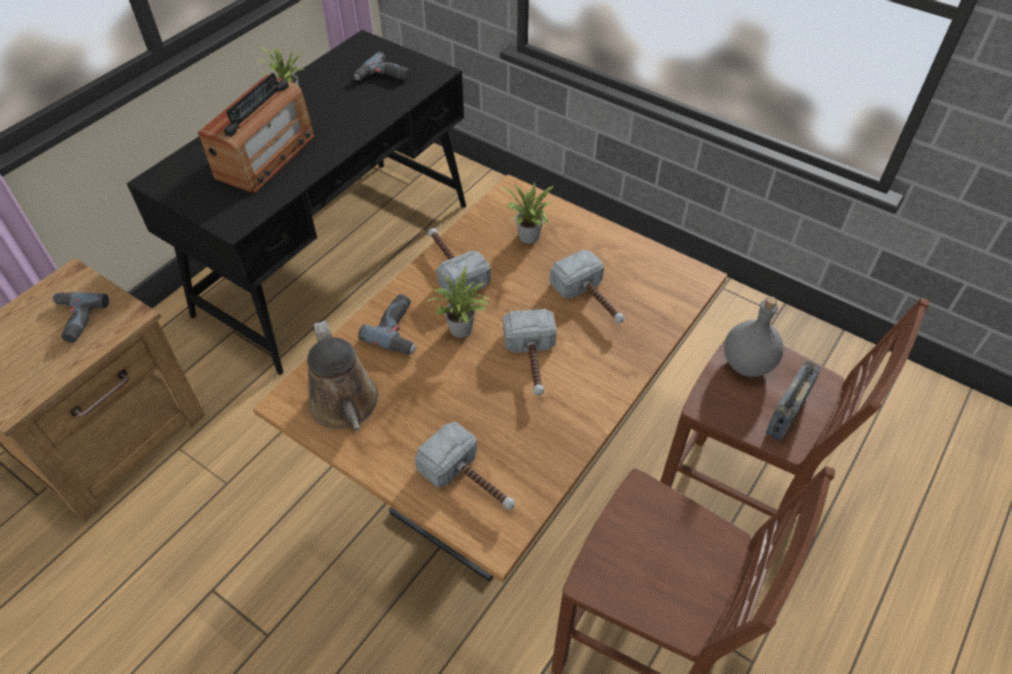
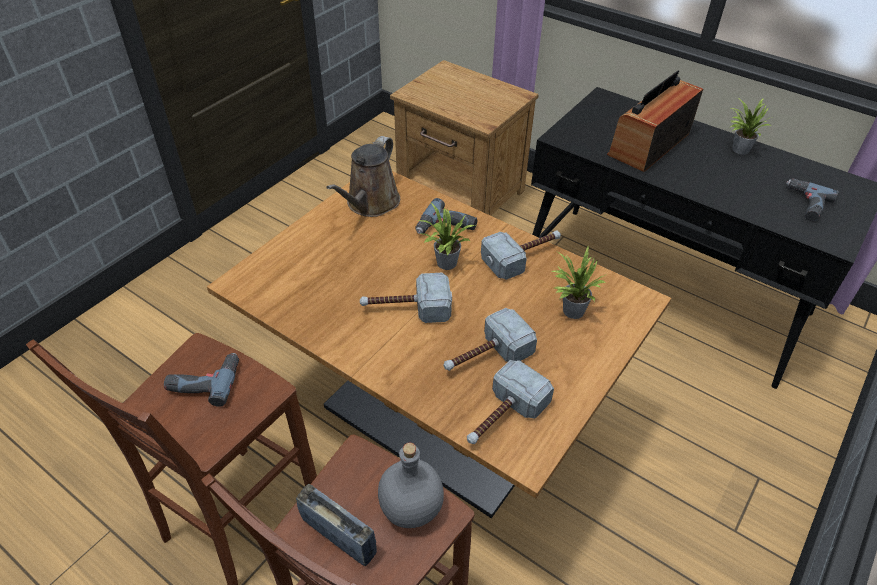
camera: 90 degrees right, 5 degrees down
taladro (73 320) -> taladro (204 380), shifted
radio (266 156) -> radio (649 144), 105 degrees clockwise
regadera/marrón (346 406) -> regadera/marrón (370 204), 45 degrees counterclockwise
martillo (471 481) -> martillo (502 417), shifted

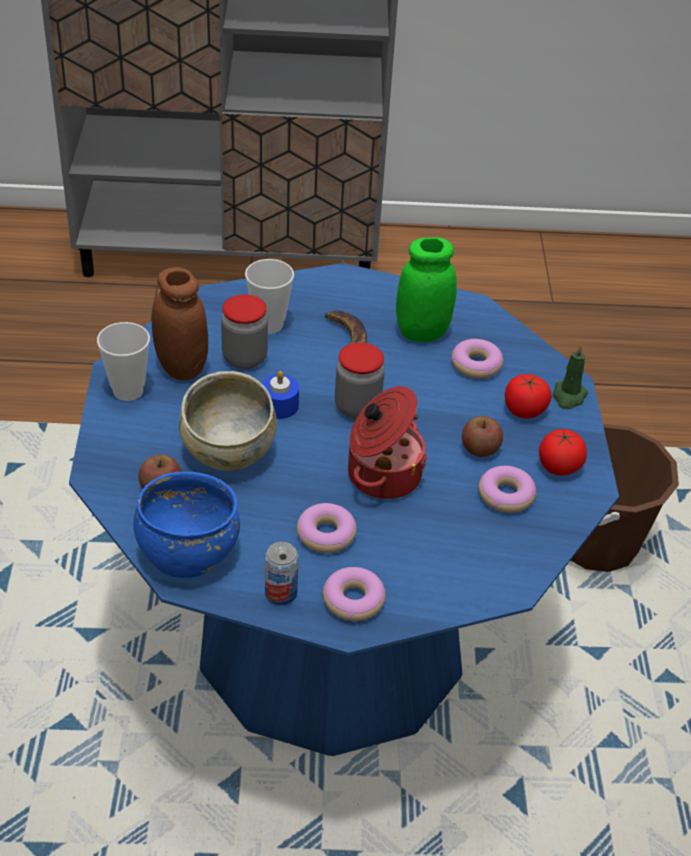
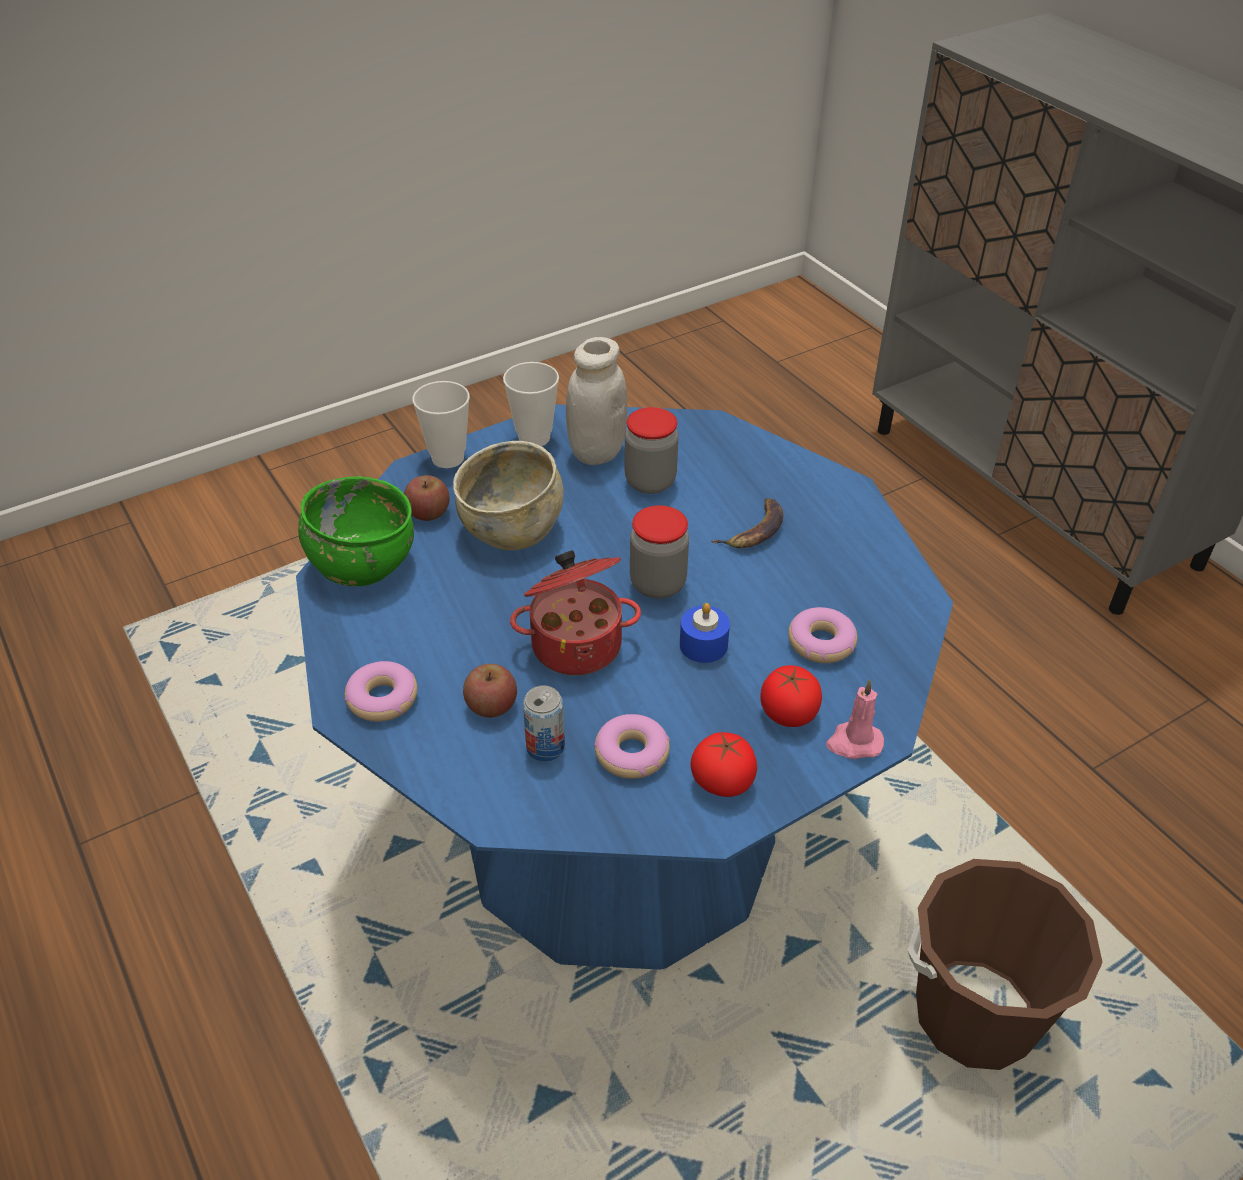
camera: 60 degrees right, 0 degrees up
cuenco/azul (188 552) -> cuenco/verde (362 565)
tarro/marrón (182 367) -> tarro/blanco (596 452)
taza (269 324) -> taza (448 458), shifted
vela/azul (279 405) -> vela/azul (703 645), shifted
lata (281 593) -> lata (545 747), shifted
rosquilla (326 534) -> none
tarro/verde (422 332) -> none
manzana (480 449) -> manzana (491 706), shifted
vela/verde (568 396) -> vela/rosa (854 743)

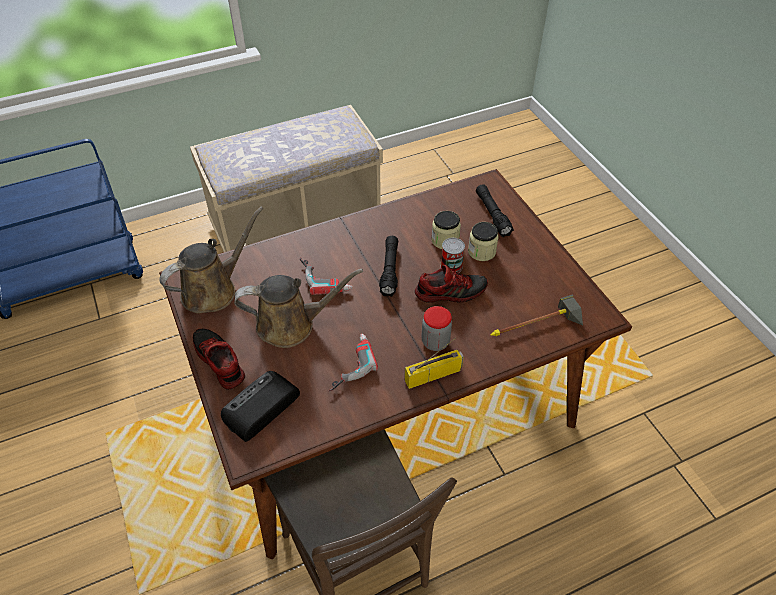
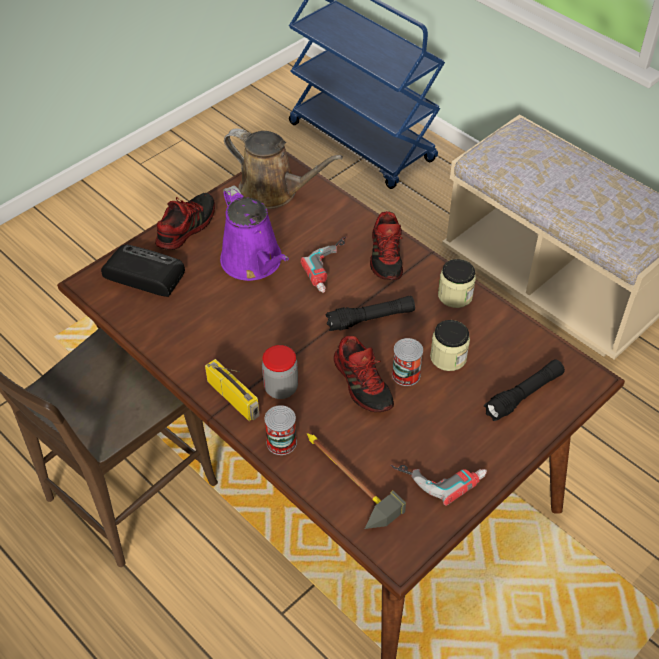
camera: 70 degrees right, 0 degrees up
regadera/marrón (291 324) -> regadera/morado (254 263)
taladro (348 364) -> taladro (439 473), shifted
tarro (481 251) -> tarro (455 295), shifted
none -> lata (281 442)
none -> zapato (387 256)

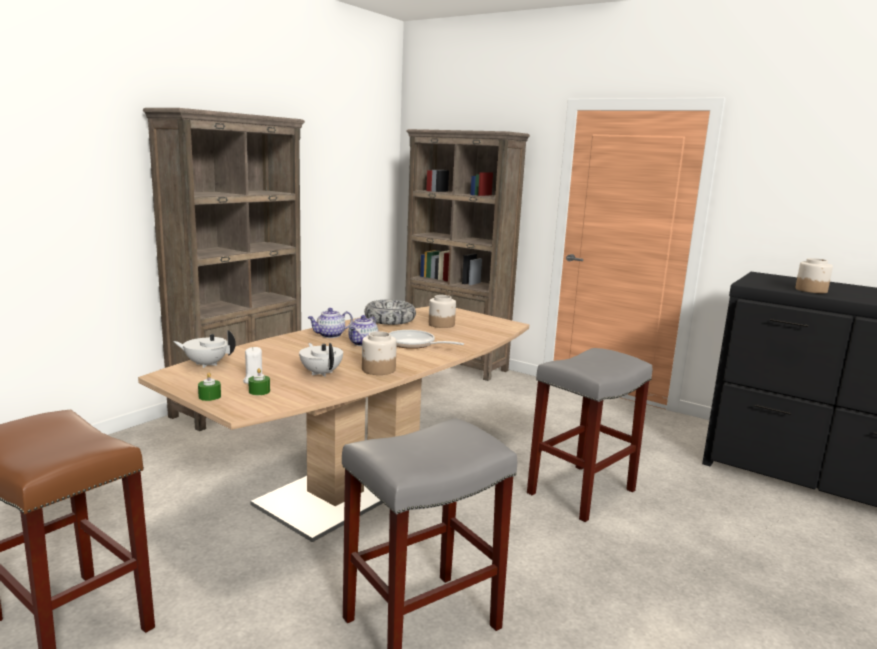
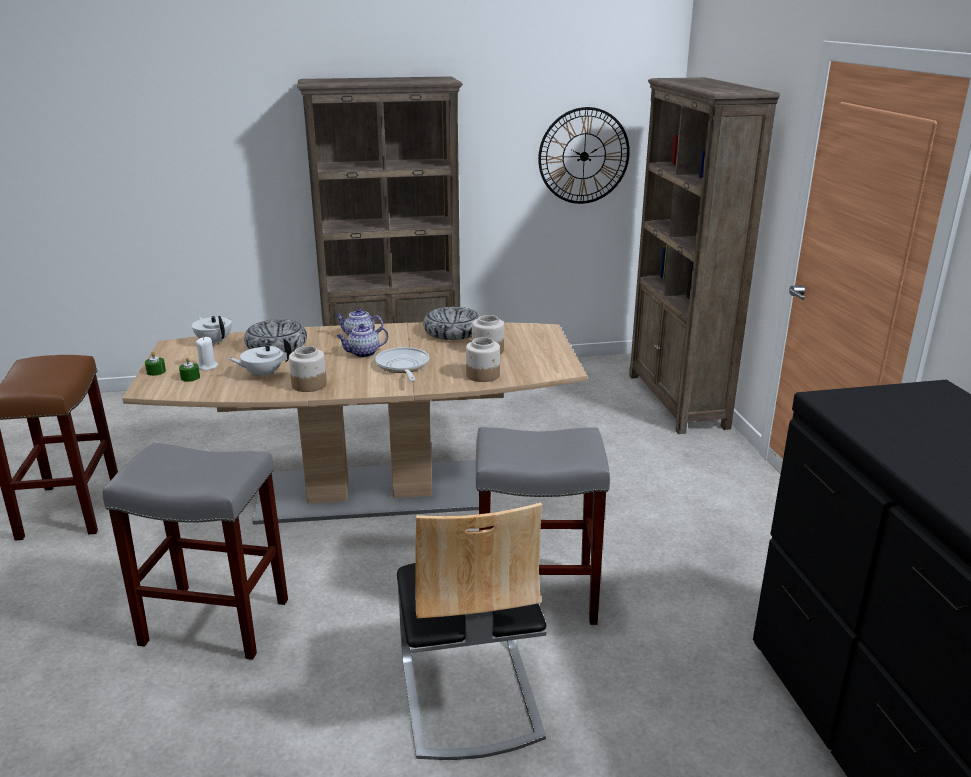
camera: 45 degrees right, 10 degrees up
tetera/blanco (321 373) -> tetera/blanco (263 374), 120 degrees counterclockwise
tarro (811 290) -> tarro (483 375), shifted
none -> cuenco (277 346)
none -> silla (468 695)
none -> reloj de pared (584 156)

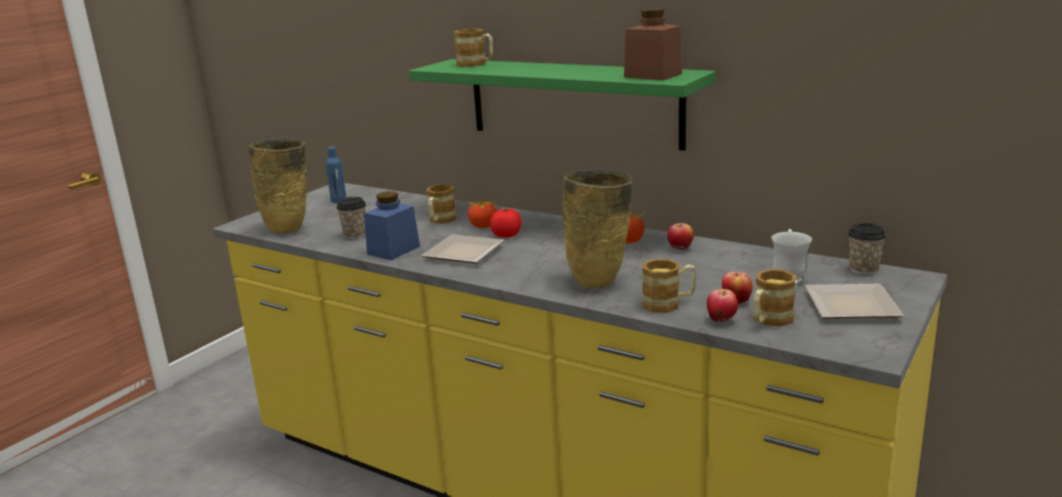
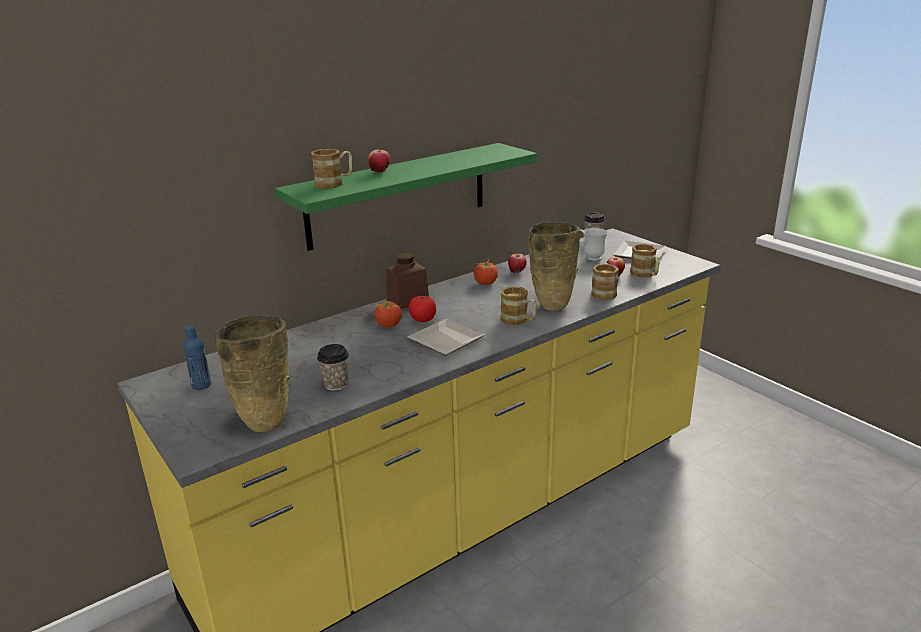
camera: 70 degrees left, 5 degrees up
tarro/azul (393 250) -> none
taza grande (440 220) -> taza grande (519 320), shifted
tarro/marrón (652 75) -> tarro/marrón (407 300), shifted
manzana (722 321) -> manzana (380 172), shifted

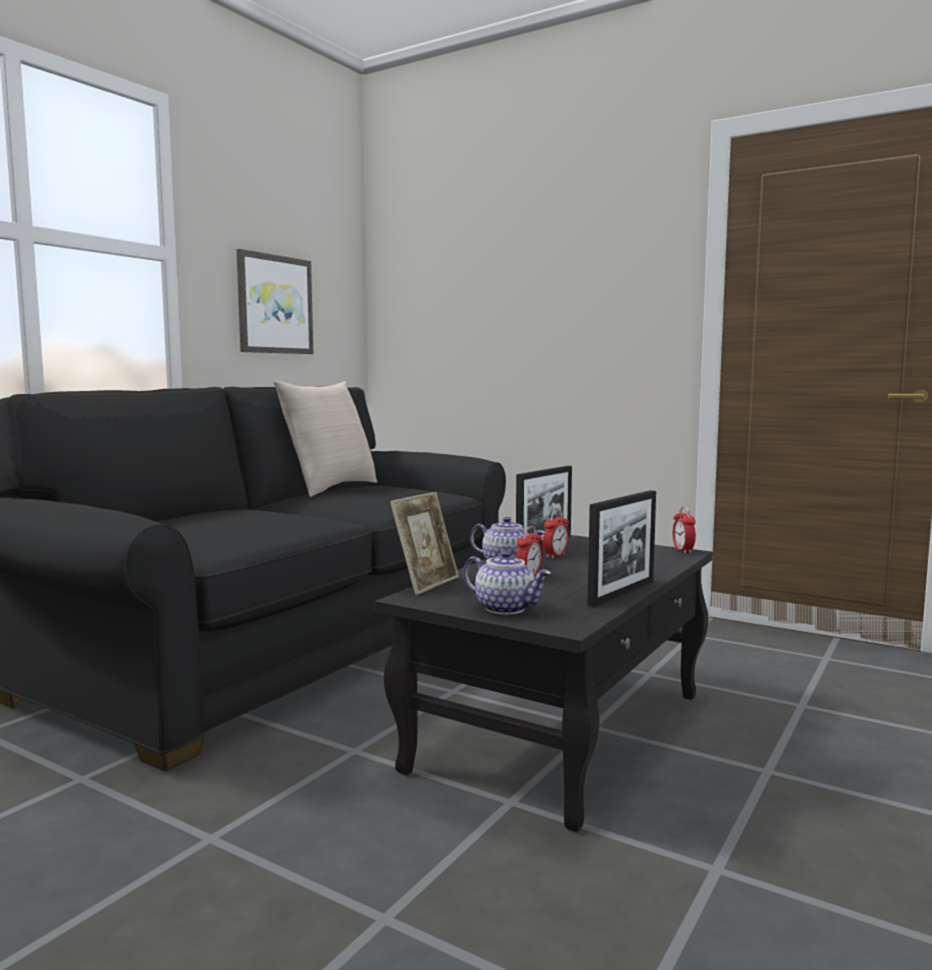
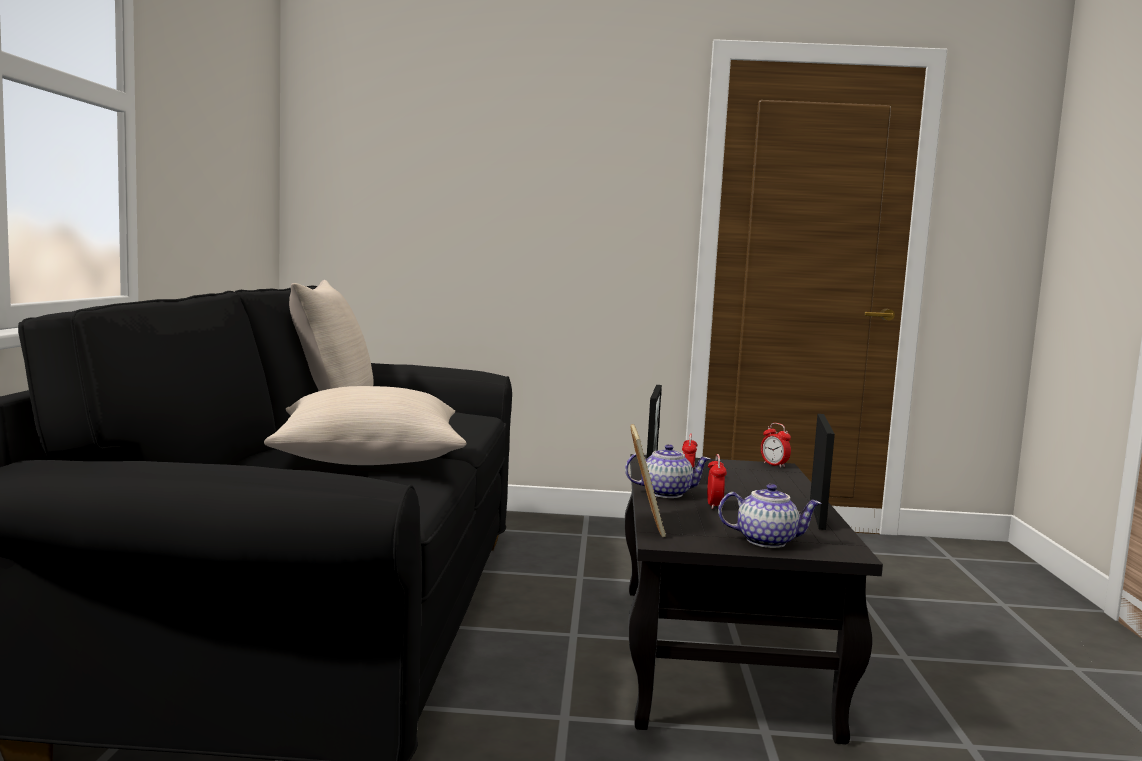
camera: 30 degrees left, 0 degrees up
cuadro (274 304) -> none
none -> cojín/beis (369 458)

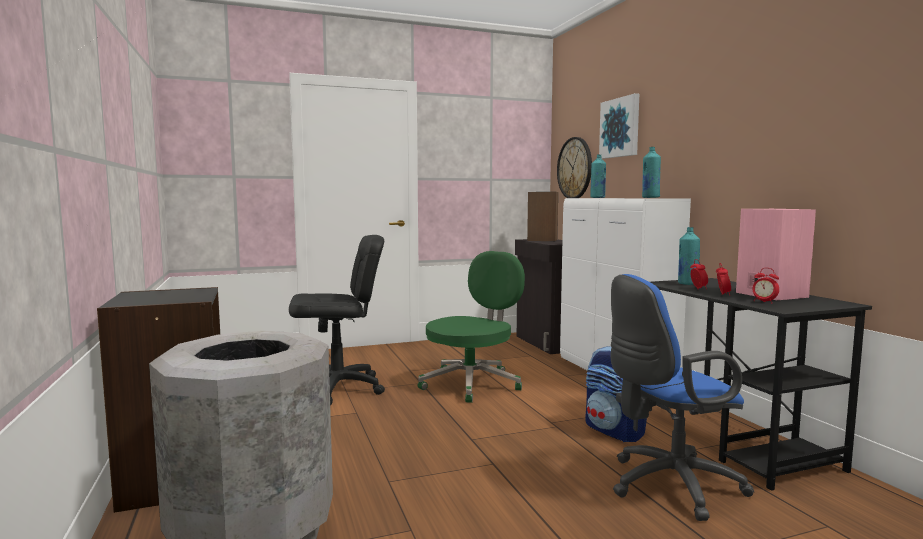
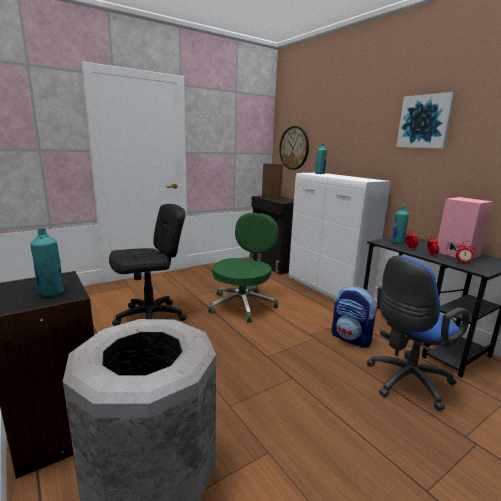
camera: 15 degrees left, 10 degrees up
cuadro (620 127) -> cuadro (425 121), shifted
botella/turquesa (650 198) -> botella/turquesa (51 292), shifted

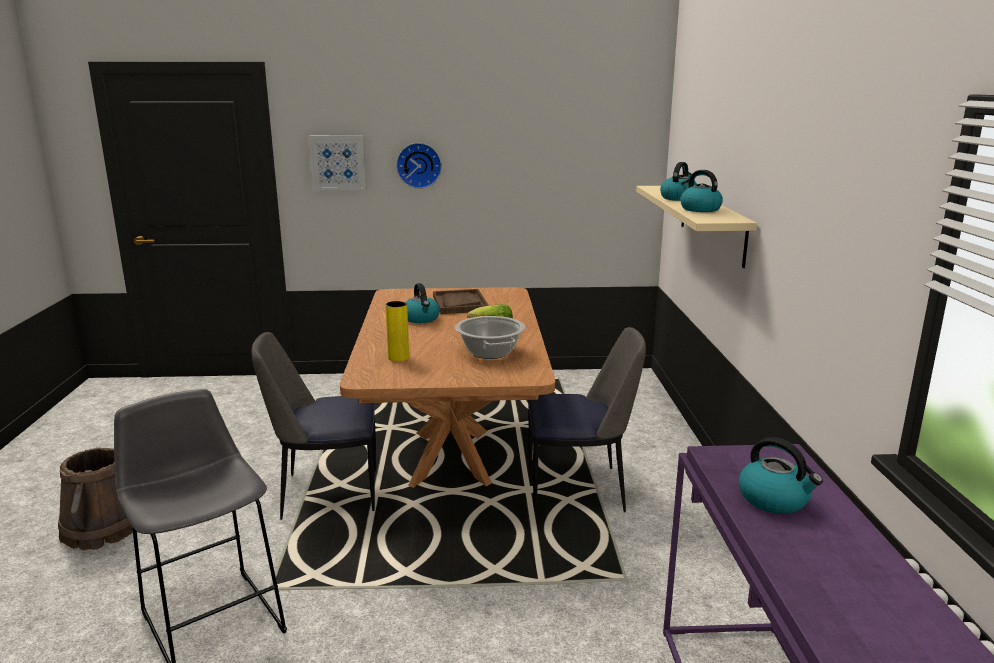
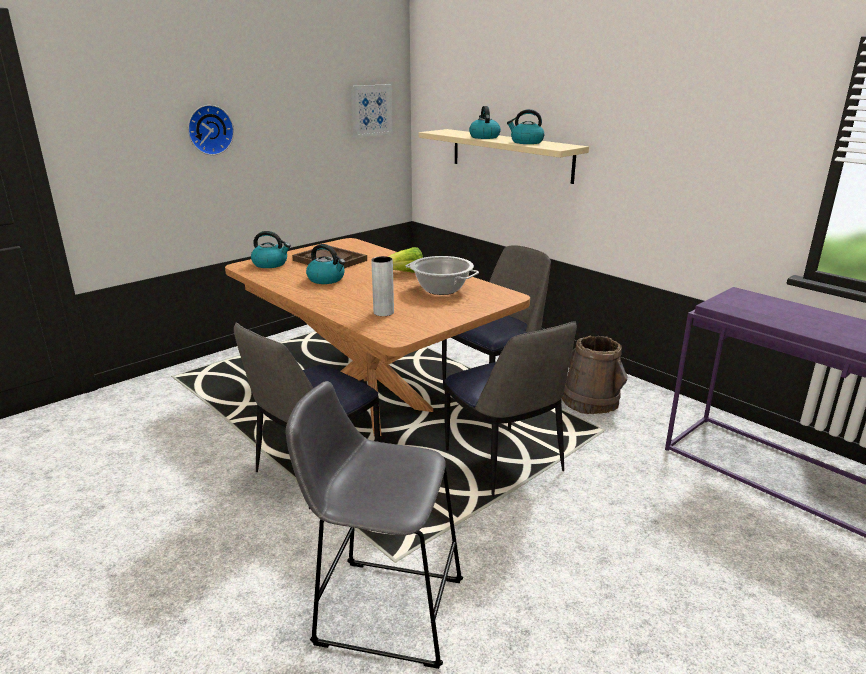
camera: 40 degrees left, 5 degrees up
cubo/marrón (101 529) -> cubo/marrón (590 401), shifted
cuadro (338 162) -> cuadro (371 110), shifted
florero/amarillo (398 358) -> florero/gris (383 312)
hervidor (774 499) -> hervidor (271 264), shifted
none -> silla (505 463)

